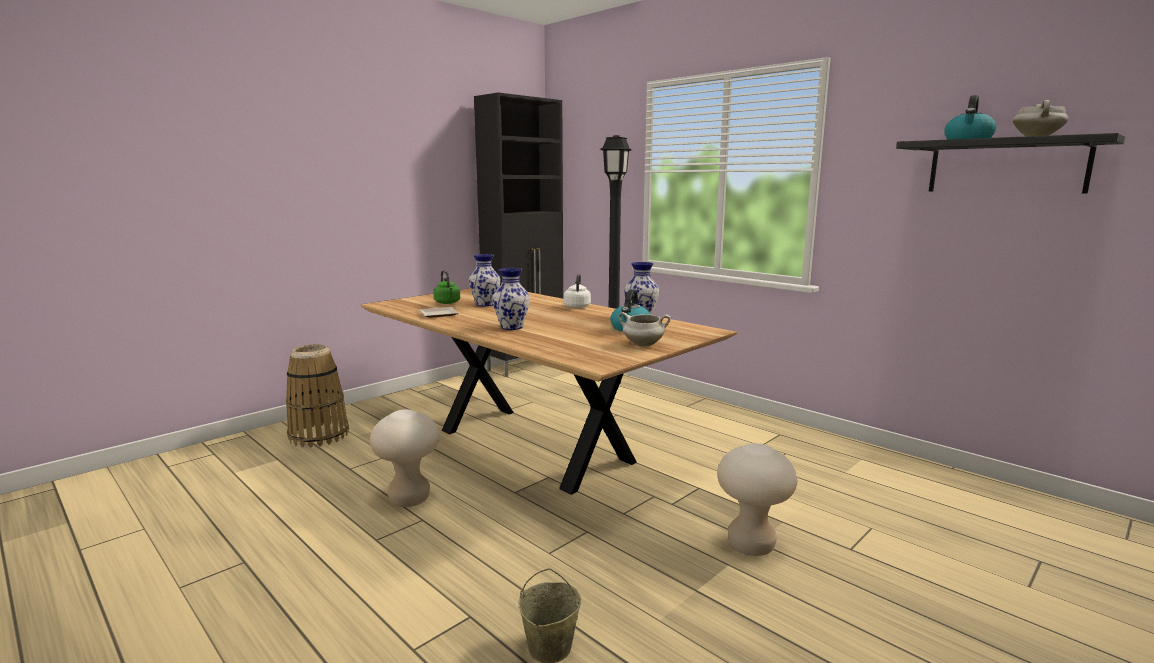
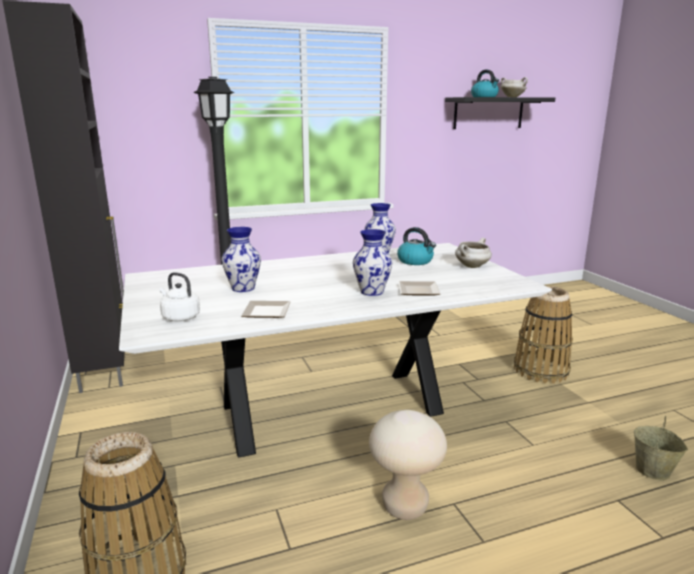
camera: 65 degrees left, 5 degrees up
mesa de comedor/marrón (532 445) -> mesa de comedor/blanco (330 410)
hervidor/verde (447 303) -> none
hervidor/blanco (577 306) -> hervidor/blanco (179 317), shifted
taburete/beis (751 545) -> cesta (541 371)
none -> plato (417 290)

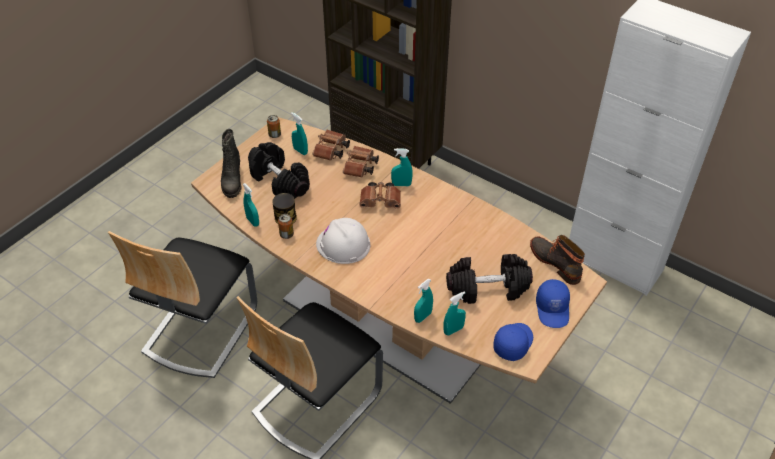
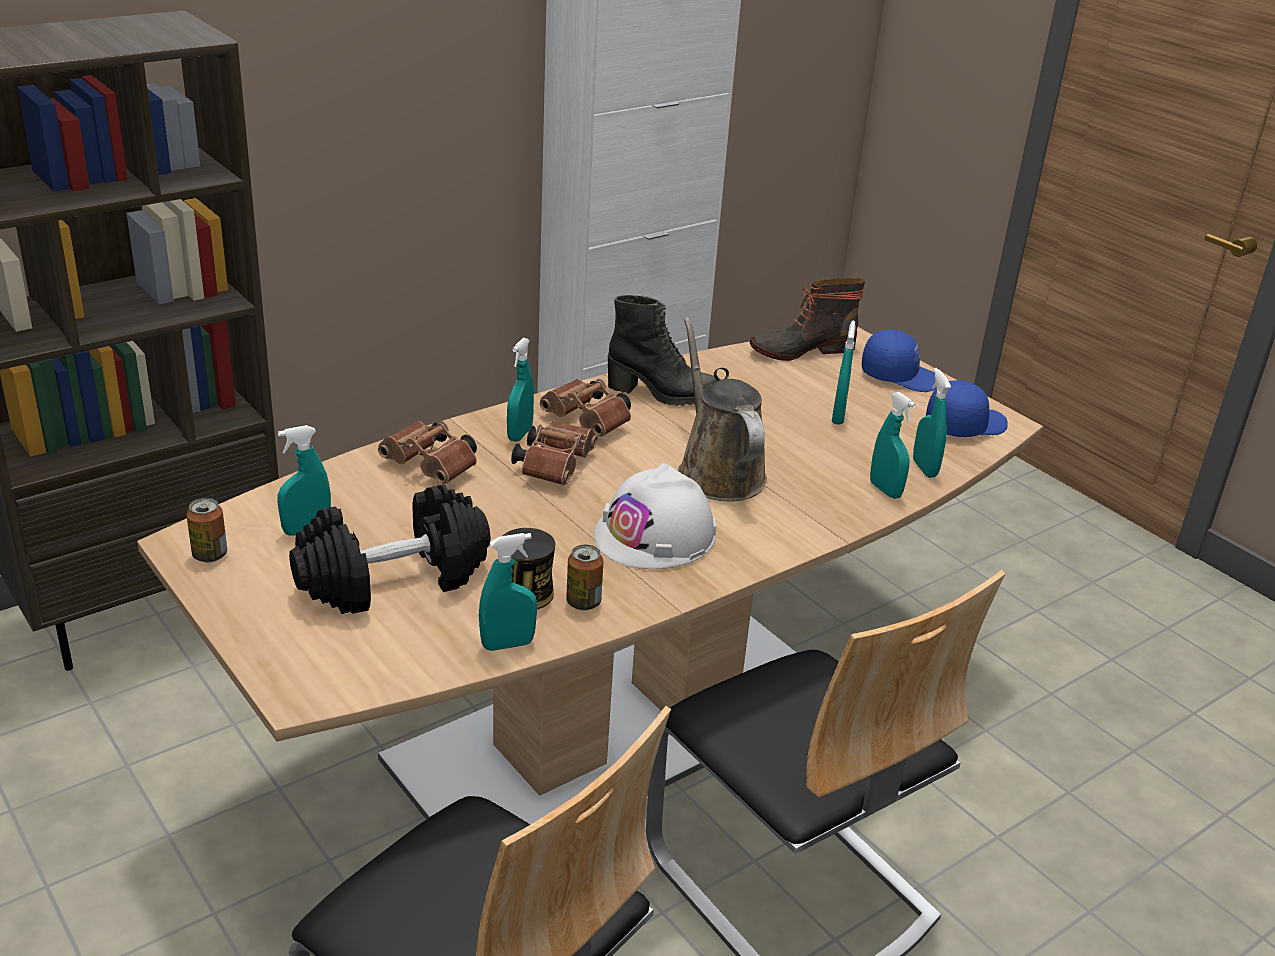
camera: 75 degrees left, 15 degrees down
bota/negro (232 181) -> bota/negro (662 394), shifted
prismáticos/marrón (331 152) -> prismáticos/marrón (589 422), shifted
mancuerna/negro (487 289) -> pulverizador/turquesa (838 416)
gorra/azul (512 343) -> gorra/azul (964 425), 105 degrees clockwise
none -> regadera/marrón (717 472)

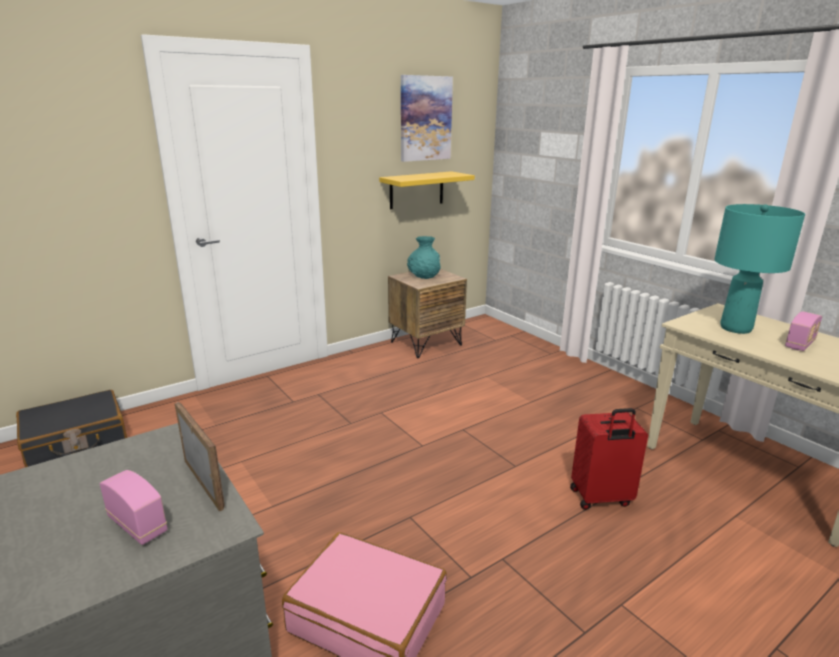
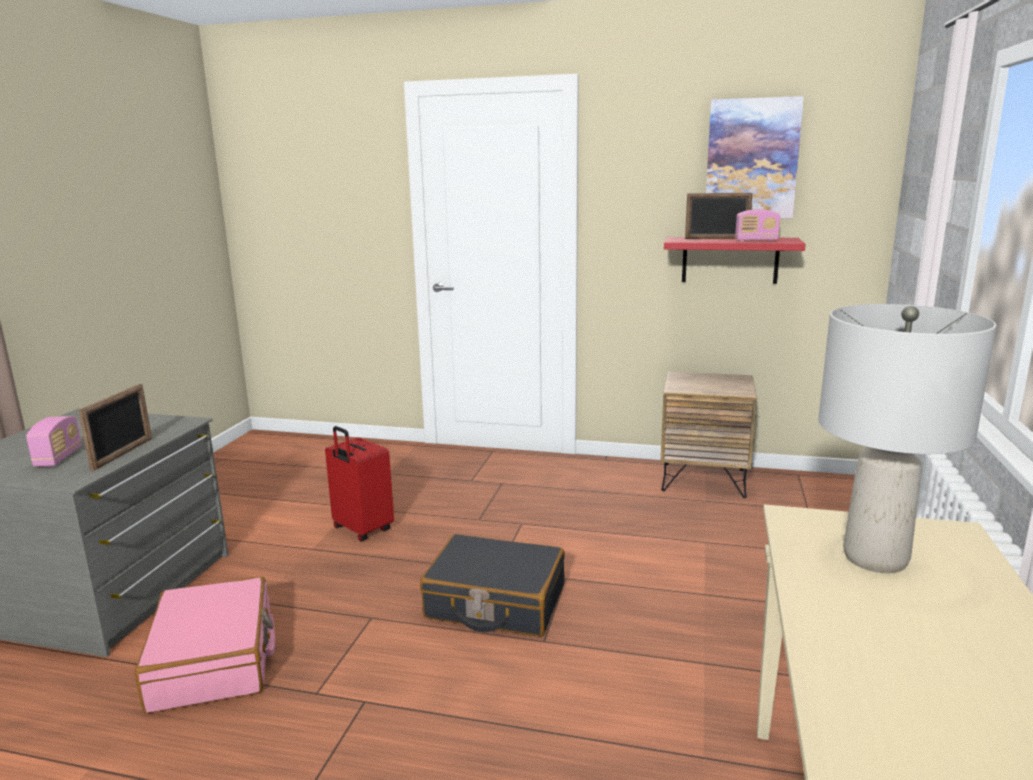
camera: 50 degrees right, 5 degrees down
maleta/negro (76 441) -> maleta/negro (495 602), shifted
estante/amarillo (416 190) -> estante/rojo (730 260)
florero/turquesa (423 276) -> none
maleta/rojo (601 498) -> maleta/rojo (361 530), shifted
lámpara de mesa/turquesa (736 328) -> lámpara de mesa/gris (874 558)
radio (800 344) -> radio (756 240), shifted
none -> portarretratos (716 238)

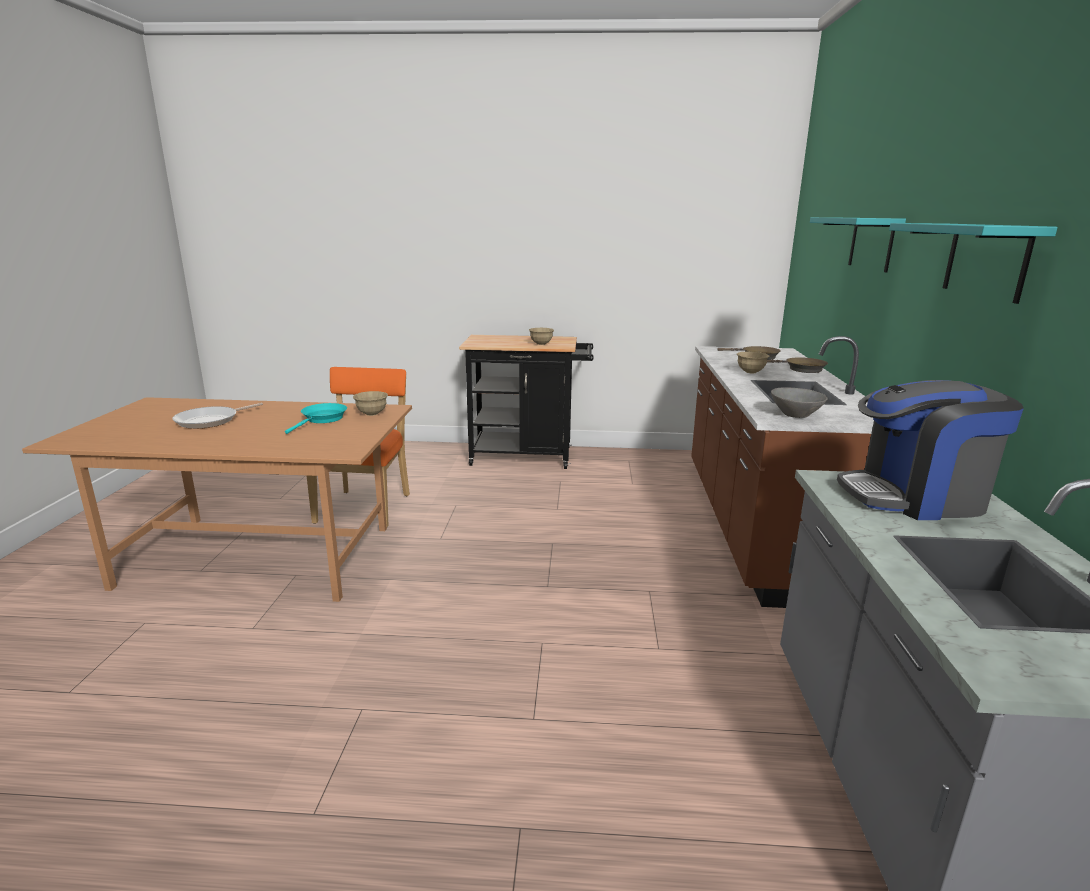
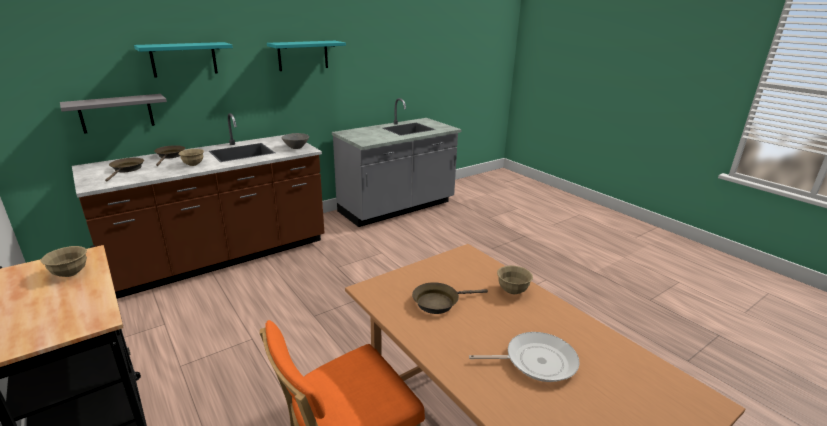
camera: 130 degrees left, 5 degrees up
sartén/turquesa (322 419) -> sartén/marrón (439 302)
cuenco/beis (372 414) -> cuenco/beis (512 291), shifted
cafetera (914 497) -> none
none -> estante/gris (116 113)

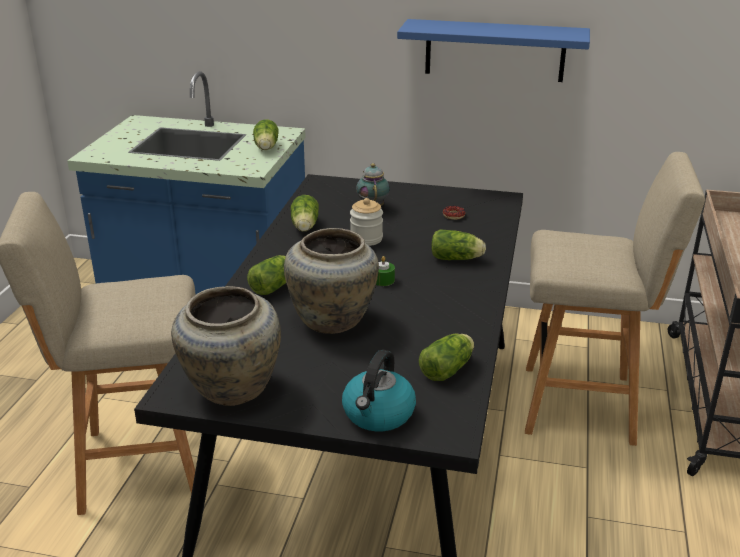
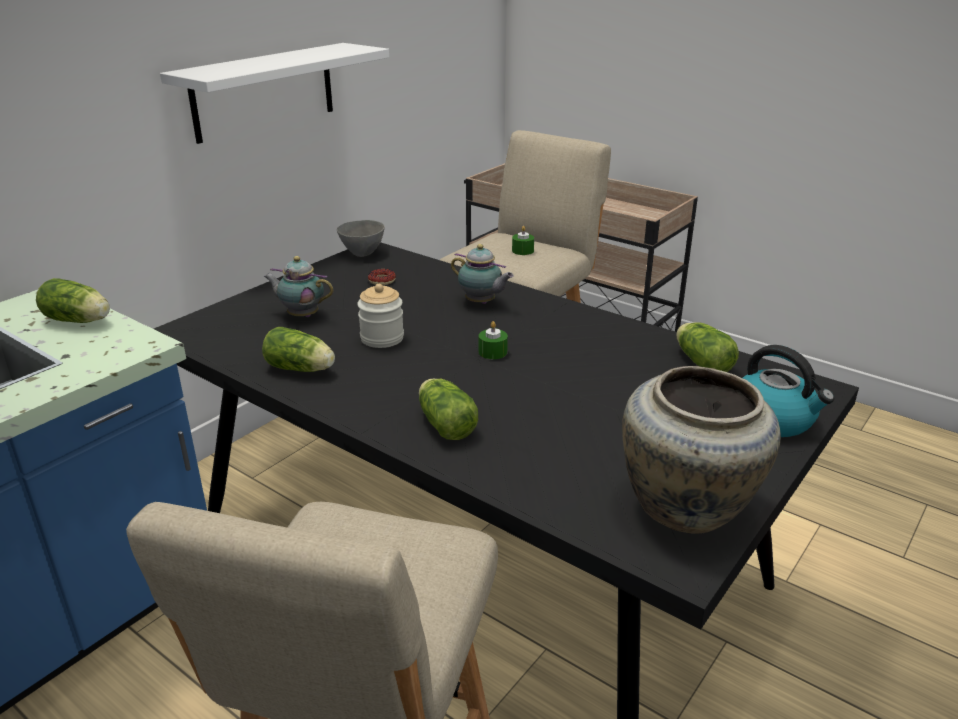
camera: 65 degrees left, 0 degrees up
florero/beis (333 320) -> none
estante/azul (494 50) -> estante/blanco (264 91)
lechuga (457 258) -> tetera (481 303)
none -> cuenco/gris (362 253)
none -> vela/verde (522 251)

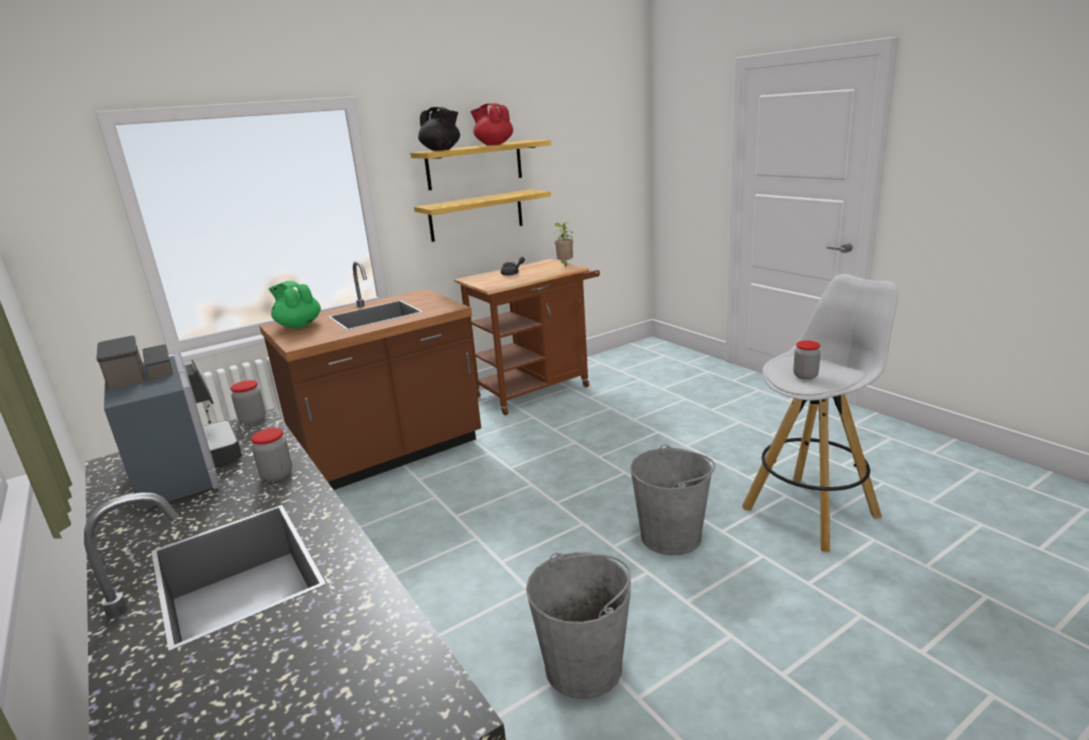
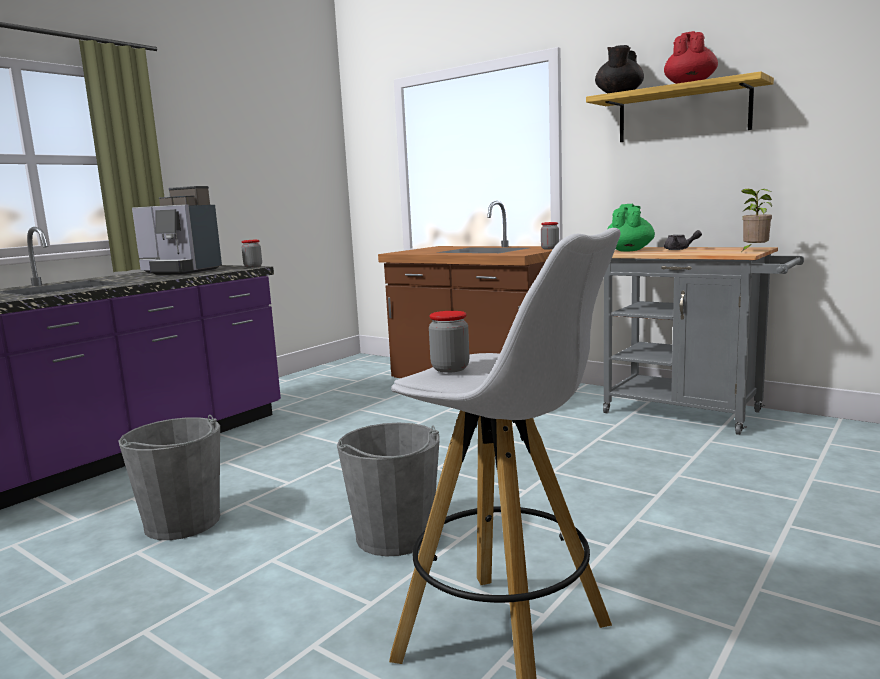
camera: 70 degrees right, 10 degrees down
cafetera (186 472) -> cafetera (180 271), 75 degrees clockwise
tarro (277 475) -> tarro (550 248), shifted
tetera/verde (298 325) -> tetera/verde (629 250), shifted
estante (476 215) -> none
carrito/marrón (538 389) -> carrito/gris (692 413)

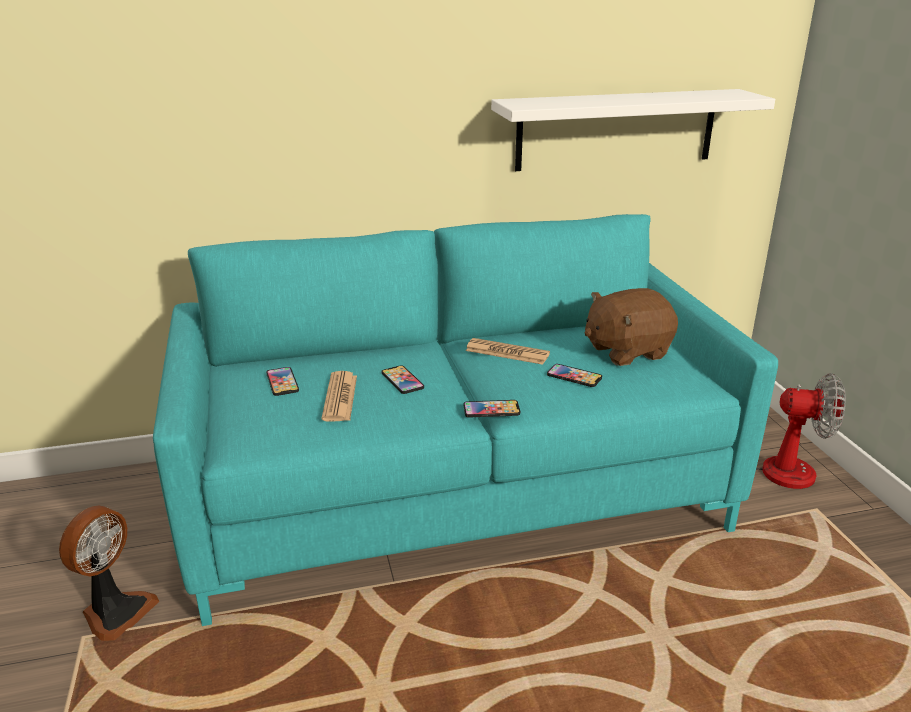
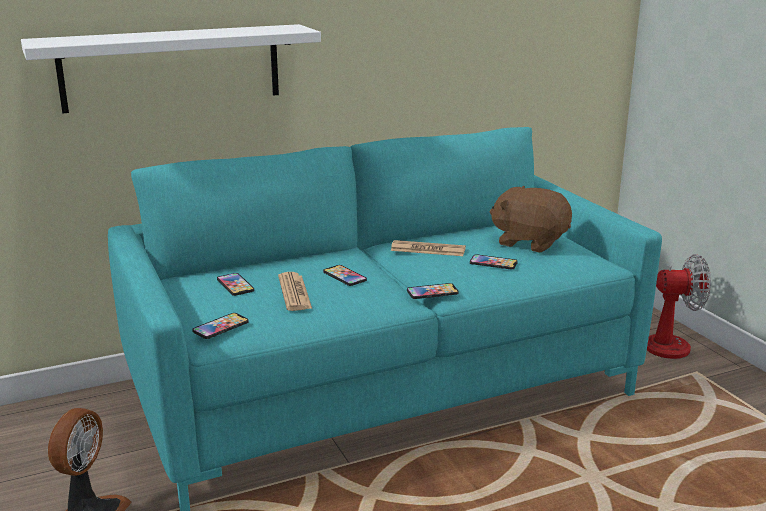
camera: 10 degrees left, 5 degrees down
estante/blanco (616 129) -> estante/blanco (172 67), shifted
peluche/marrón (626 351) -> peluche/marrón (530 242), 60 degrees clockwise
none -> móvil (220 327)

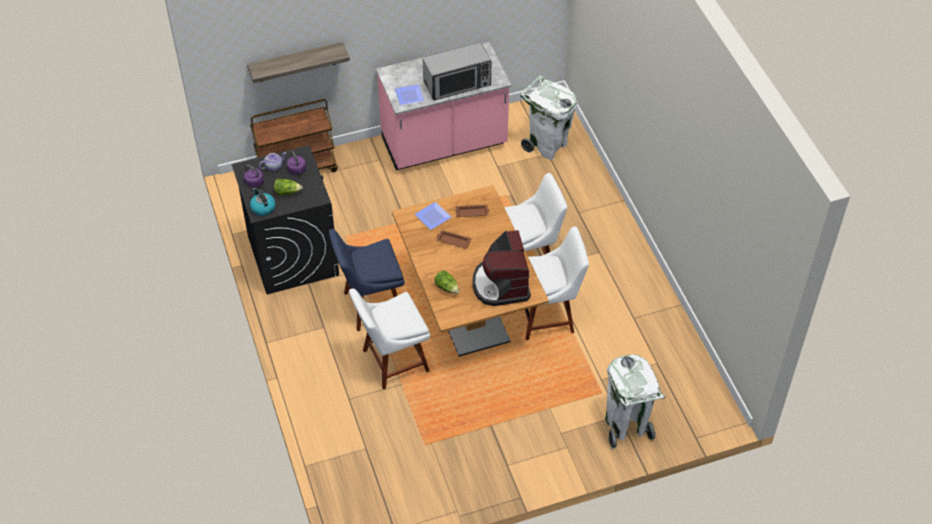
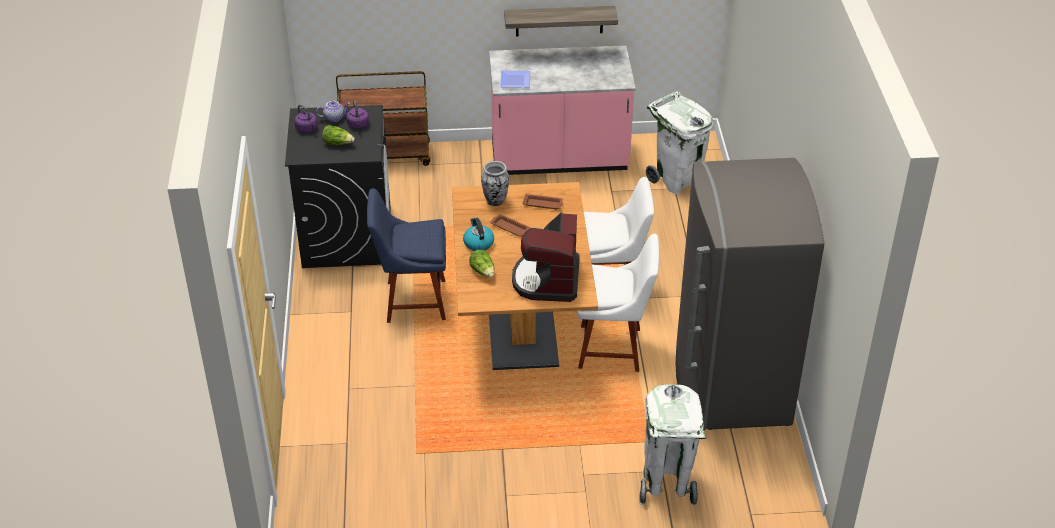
camera: 15 degrees right, 10 degrees down
estante (296 62) -> estante (559 21), shifted
hervidor (262 207) -> hervidor (478 243), shifted
silla/blanco (392 362) -> none
plato (432 218) -> florero (495 201)
microondas (457 84) -> none
none -> nevera/gris (730 385)

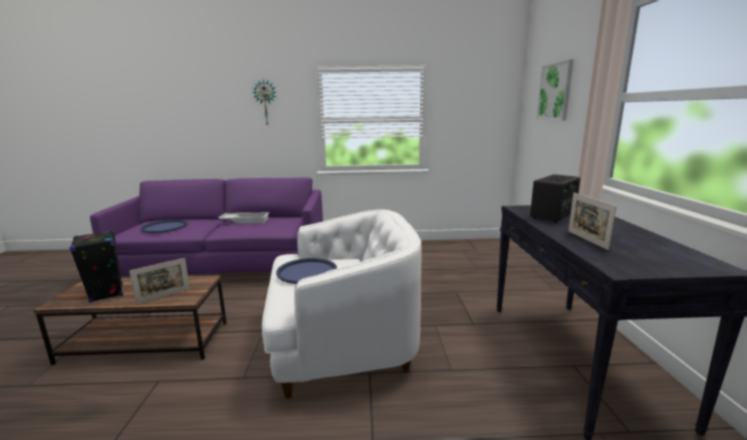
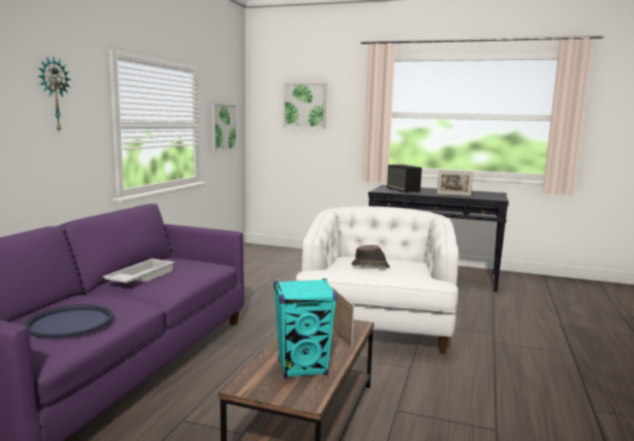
camera: 70 degrees left, 5 degrees down
altavoz/negro (107 293) -> altavoz/turquesa (303 368)
bandeja/azul (307 271) -> sombrero/marrón (370 266)
none -> cuadro (223 127)

